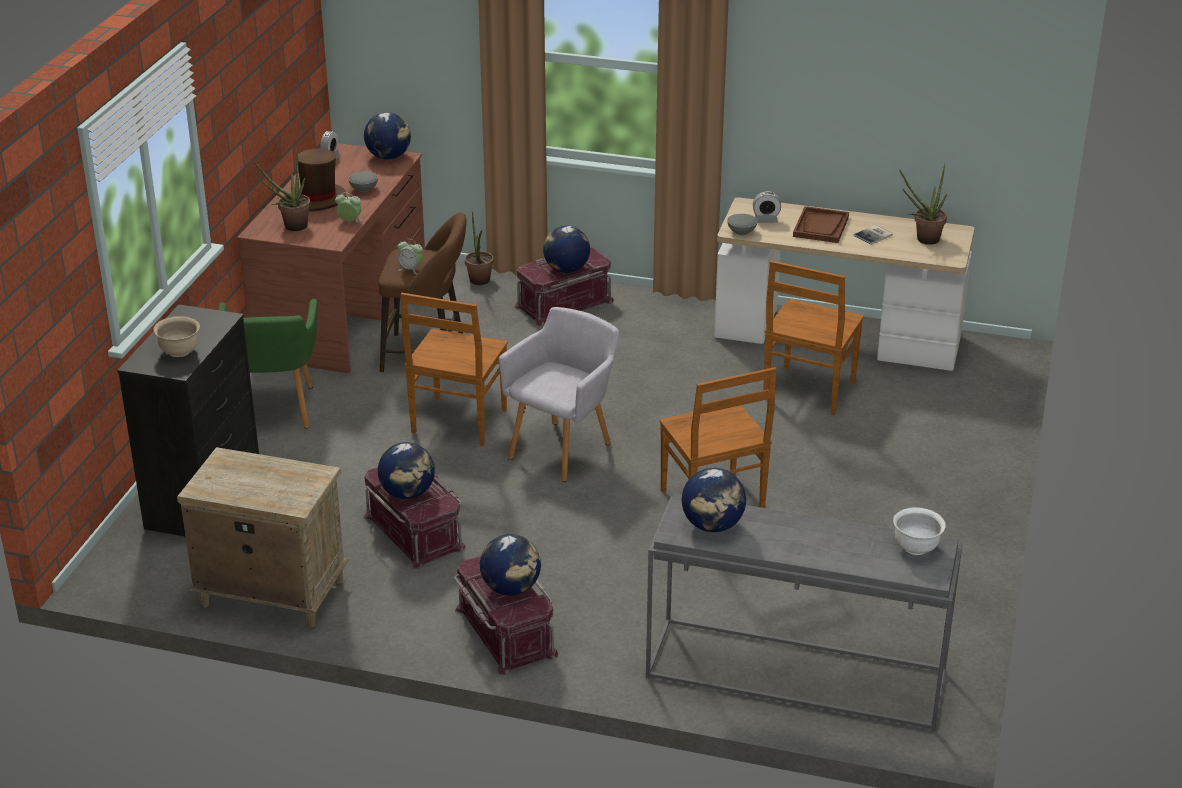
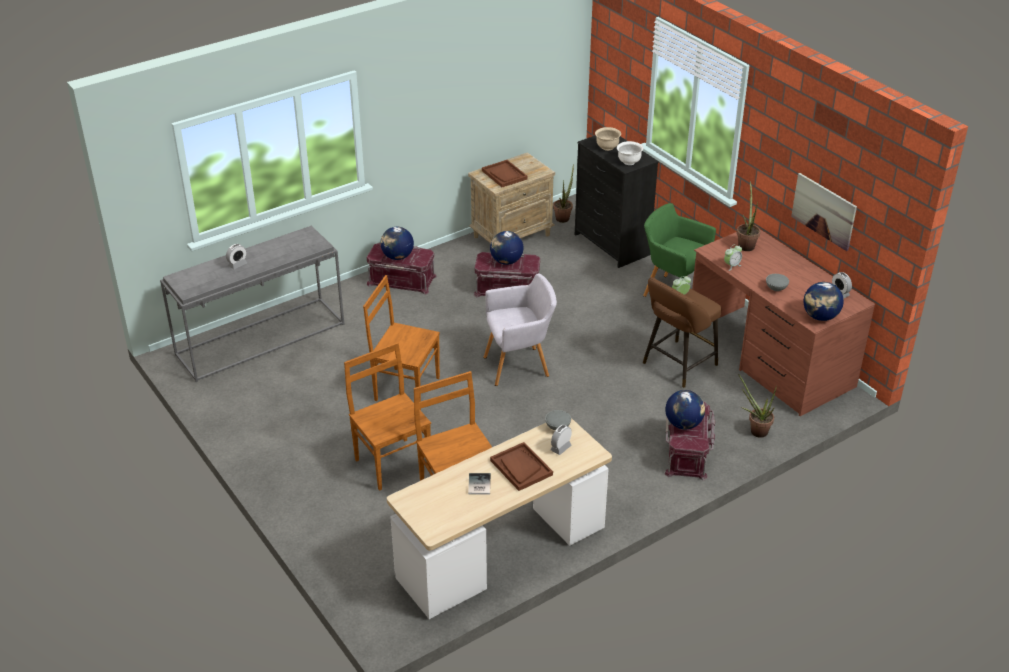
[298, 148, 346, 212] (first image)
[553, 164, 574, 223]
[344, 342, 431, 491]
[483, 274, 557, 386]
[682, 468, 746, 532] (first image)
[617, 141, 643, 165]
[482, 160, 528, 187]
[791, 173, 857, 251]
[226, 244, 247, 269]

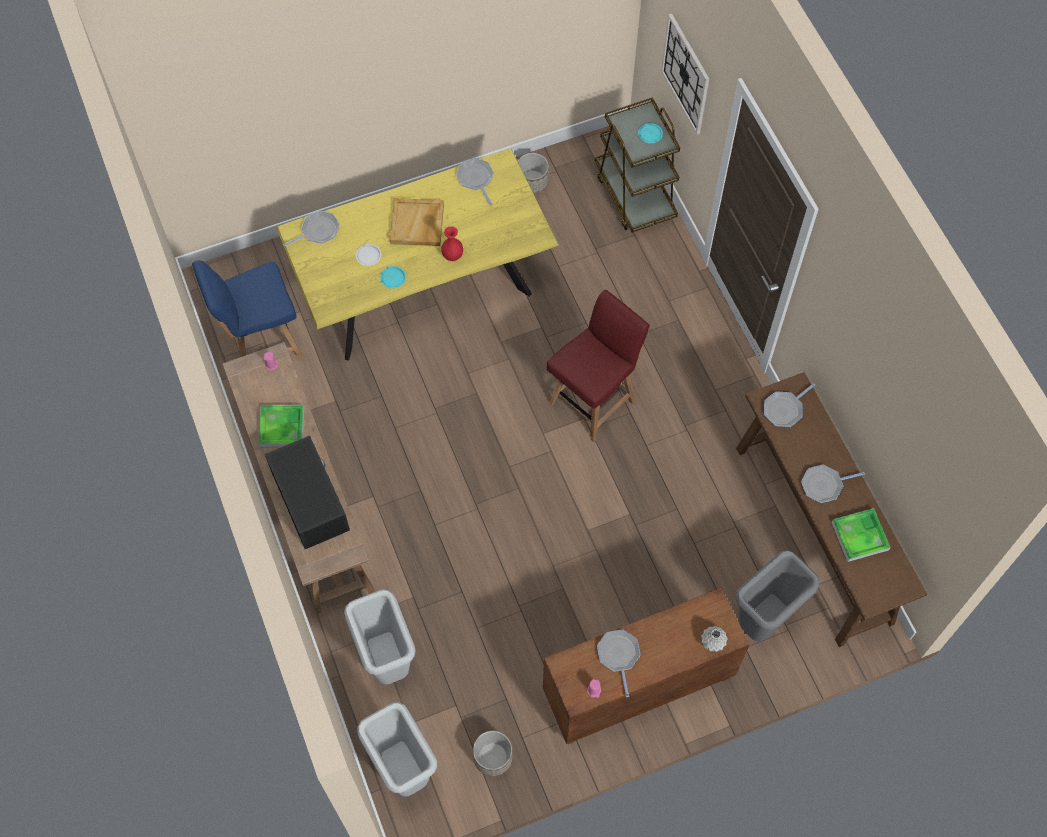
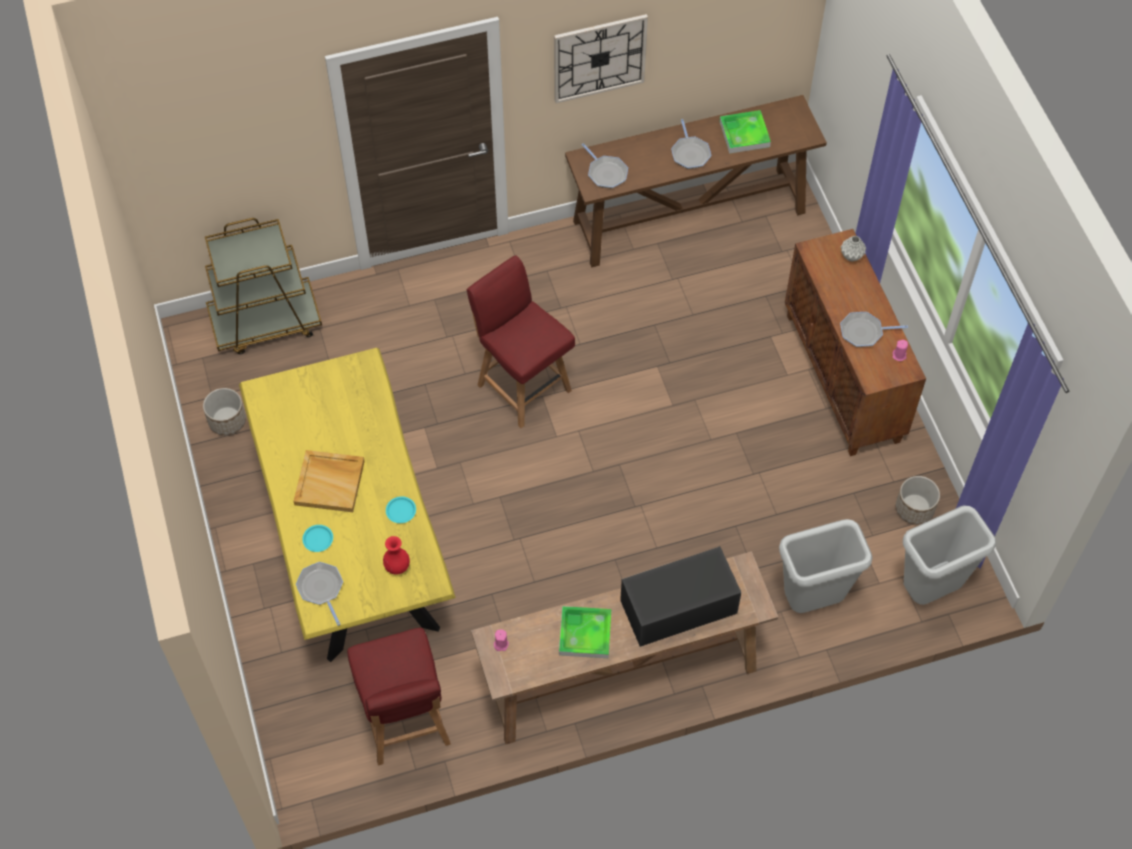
[554, 14, 648, 103]
[302, 525, 333, 552]
[456, 158, 494, 206] (first image)
[383, 536, 410, 575]
[356, 244, 381, 266] (first image)
[347, 628, 451, 765]
[736, 550, 820, 642] (first image)

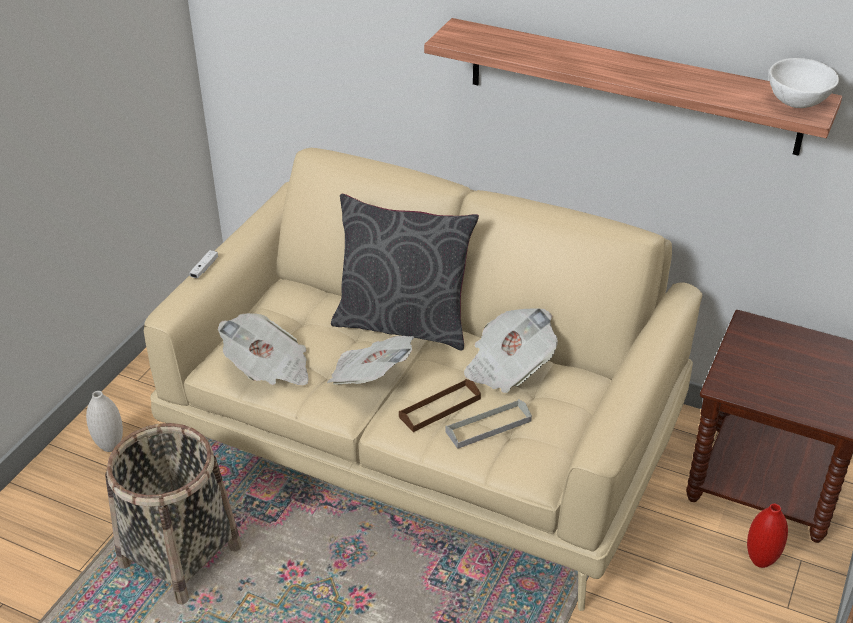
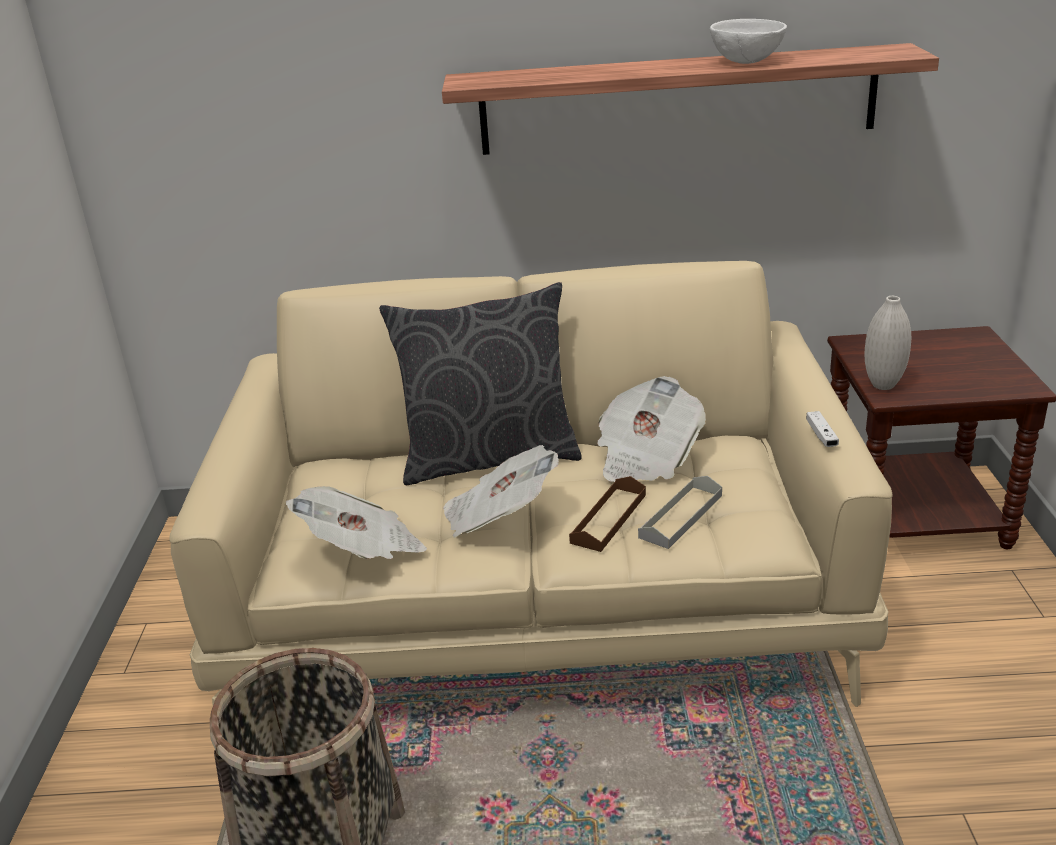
[710, 19, 787, 64]
[806, 411, 839, 447]
[865, 296, 911, 390]
[747, 504, 788, 568] (first image)

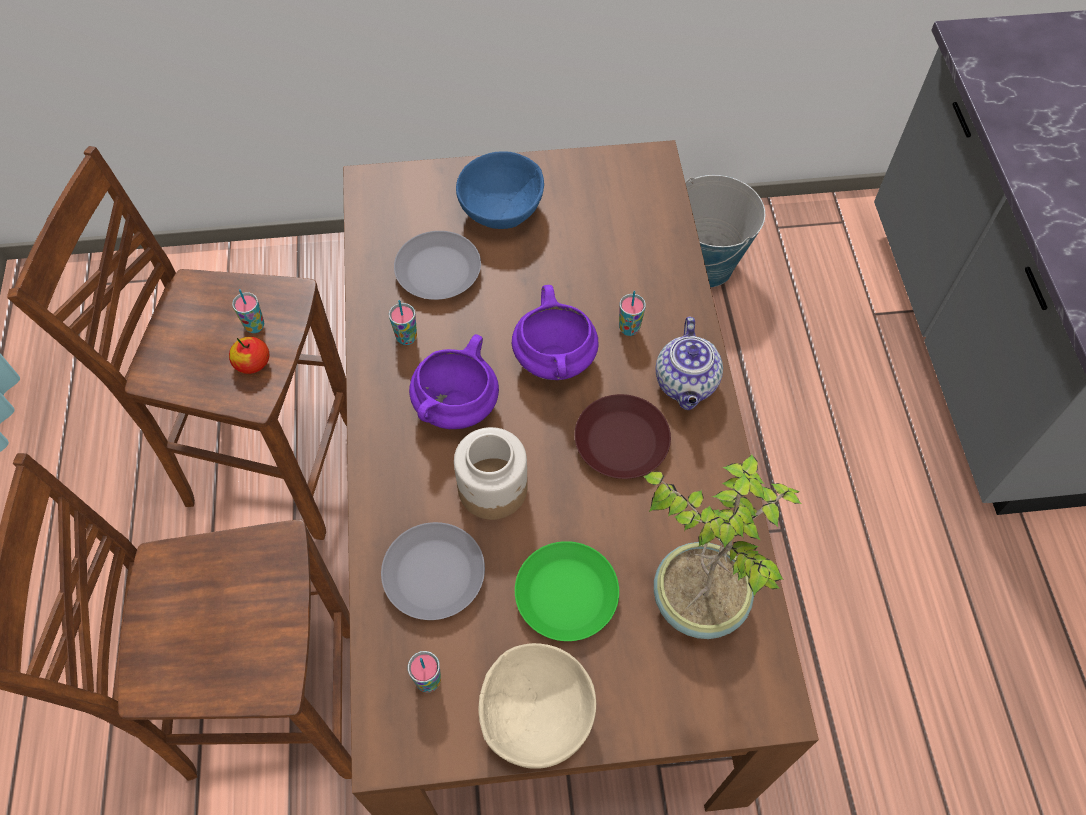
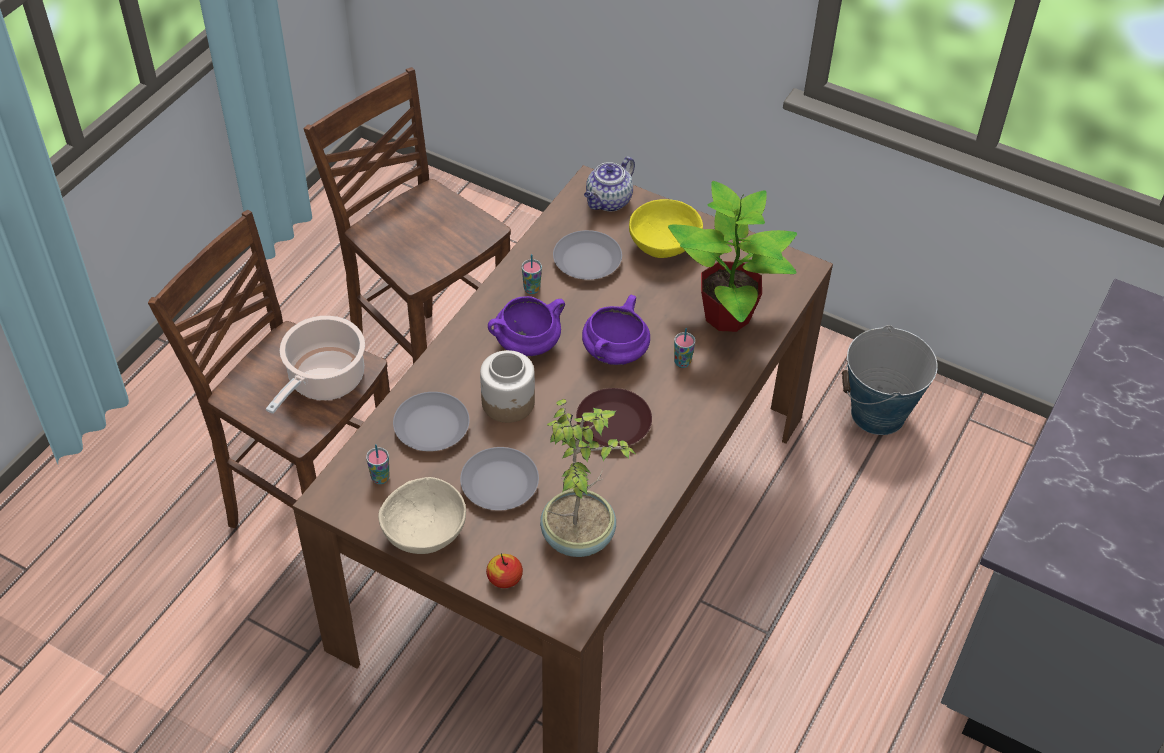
[629, 199, 703, 258]
[232, 289, 264, 333] (first image)
[584, 157, 635, 211]
[486, 553, 523, 588]
[460, 447, 539, 510]
[668, 181, 797, 332]
[266, 316, 365, 414]

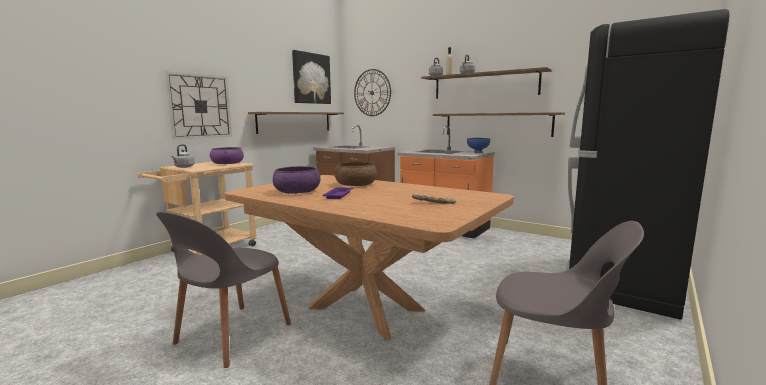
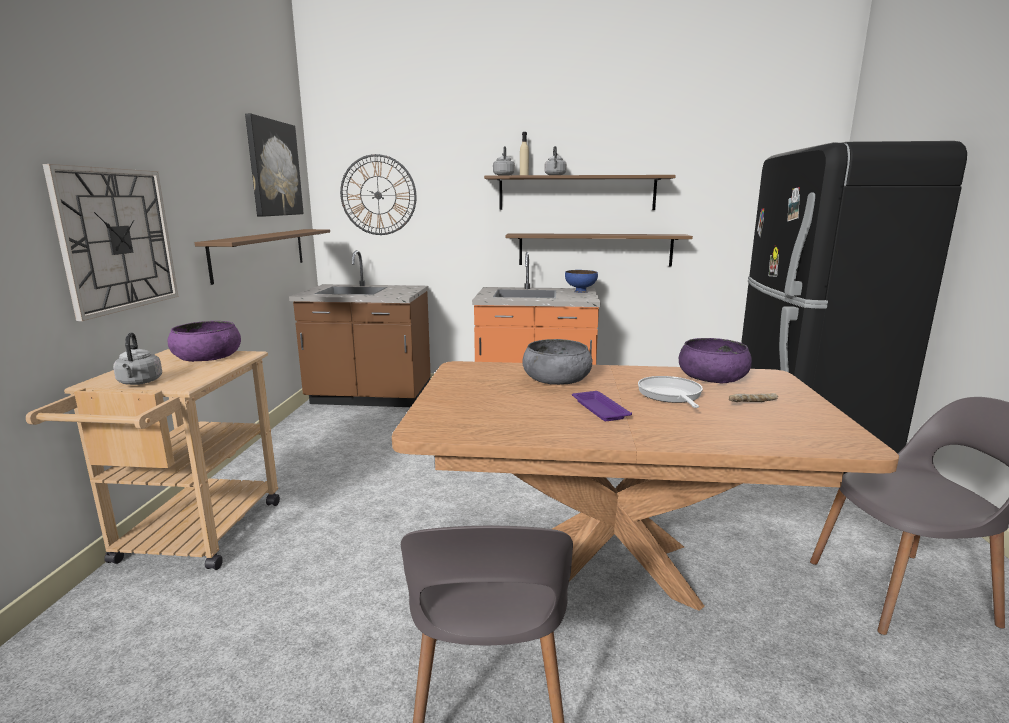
[522, 339, 592, 385]
[679, 338, 752, 384]
[638, 376, 703, 408]

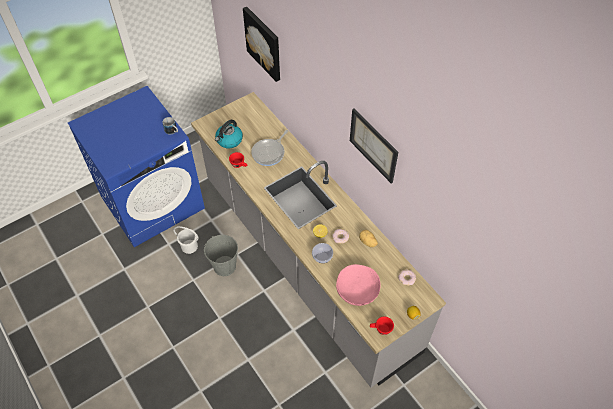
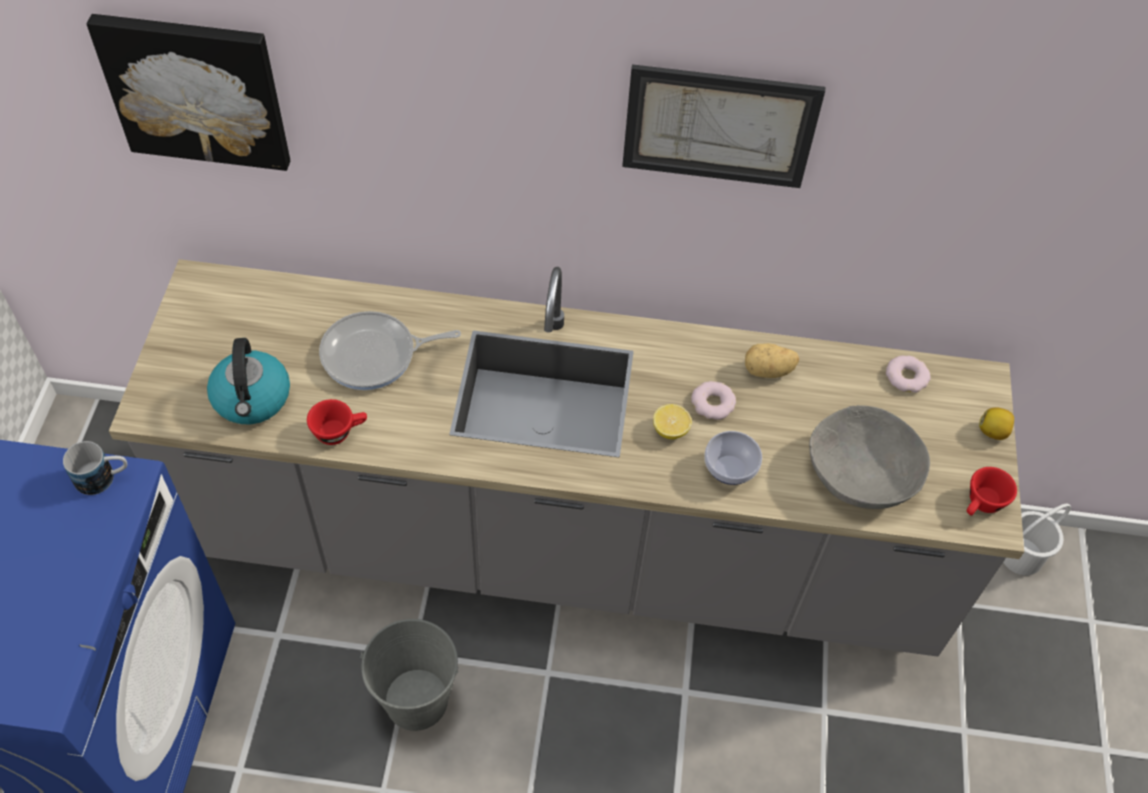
[319, 311, 461, 390]
[1003, 504, 1071, 575]
[809, 405, 930, 509]

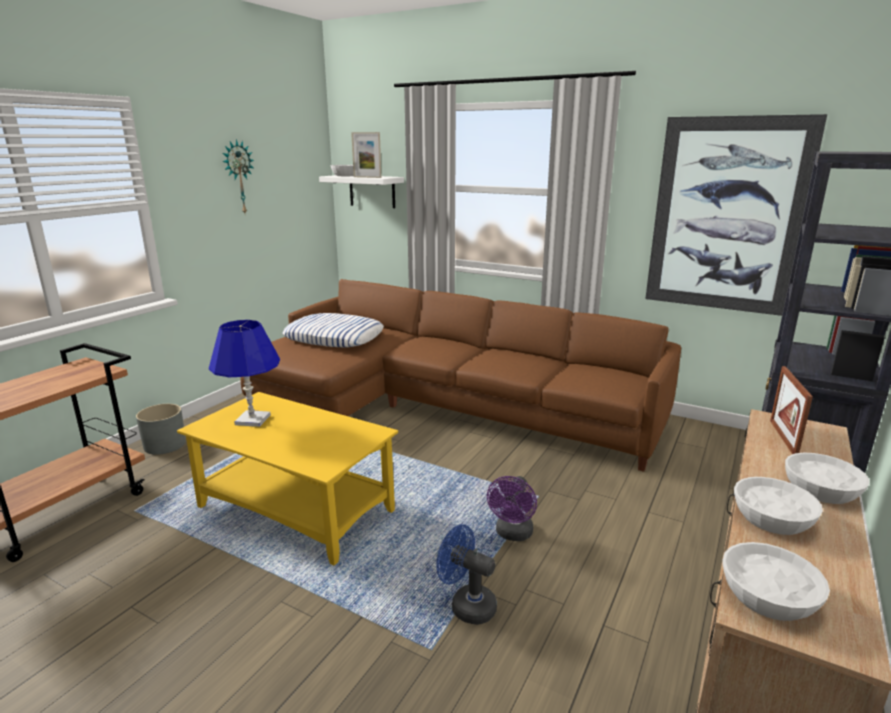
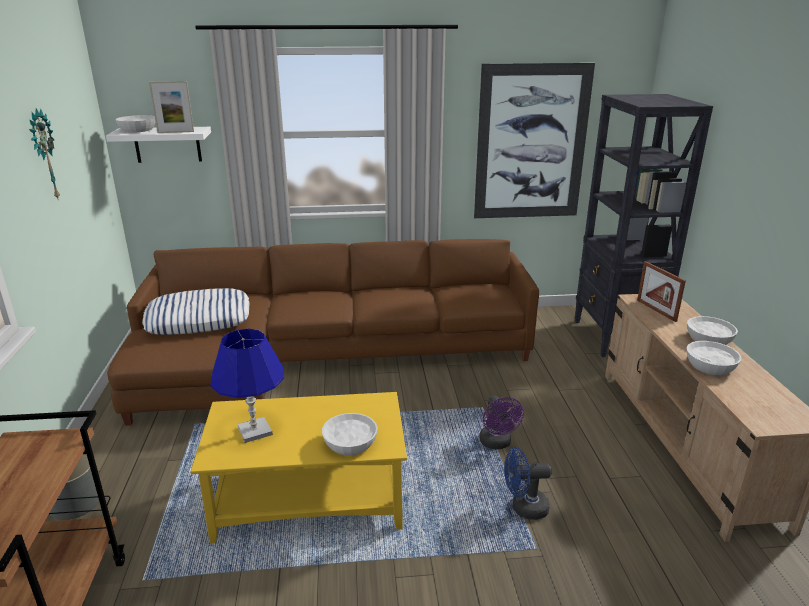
[322, 413, 378, 456]

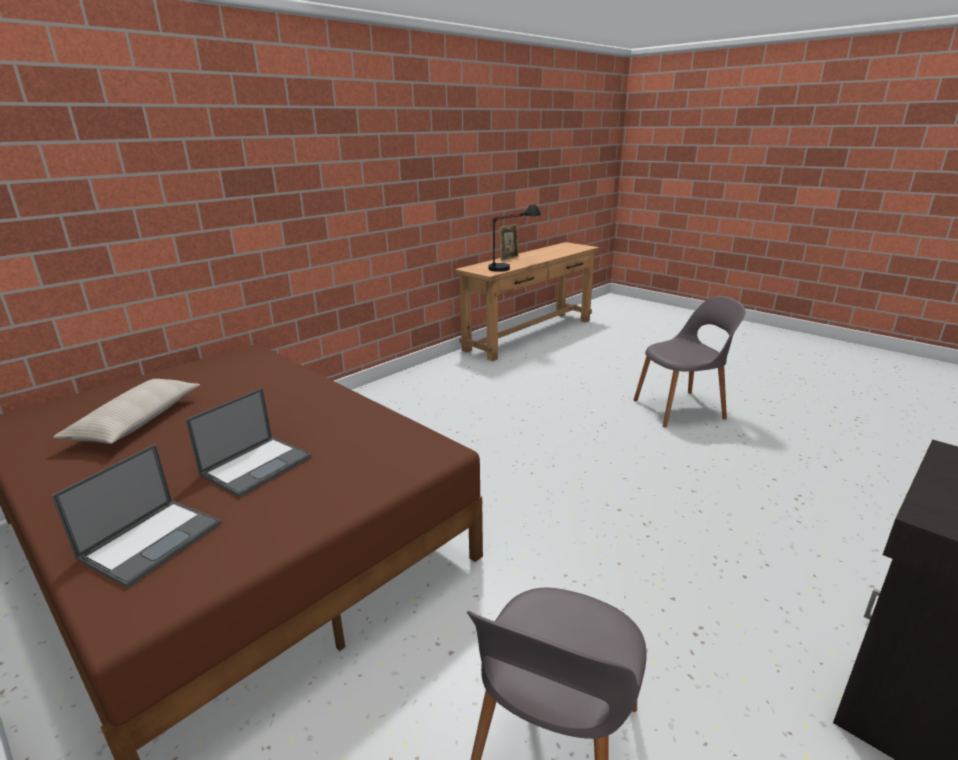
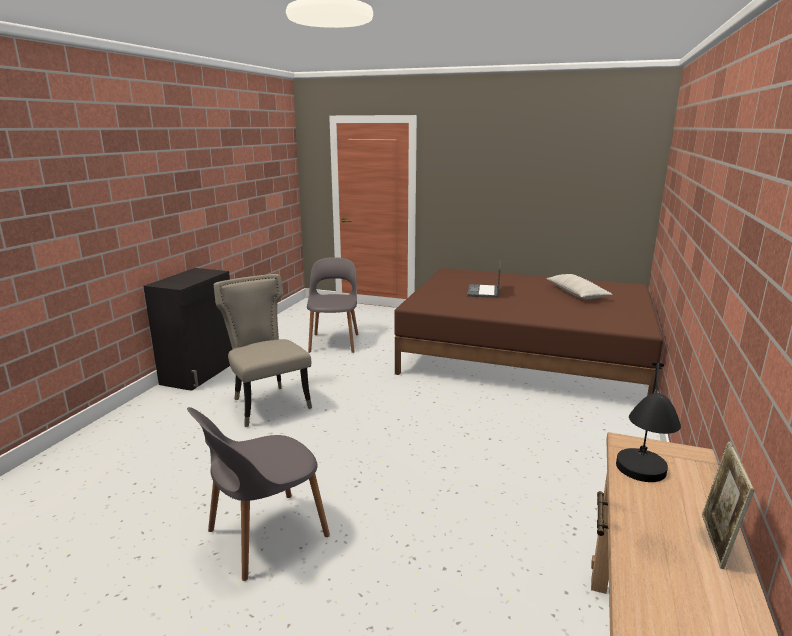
[52, 444, 221, 588] (first image)
[214, 274, 312, 427]

